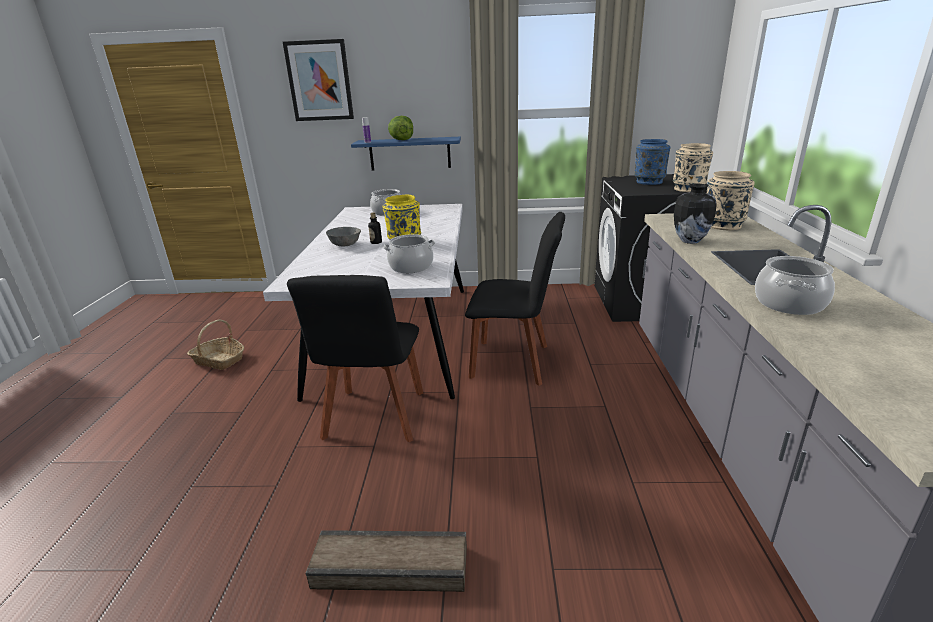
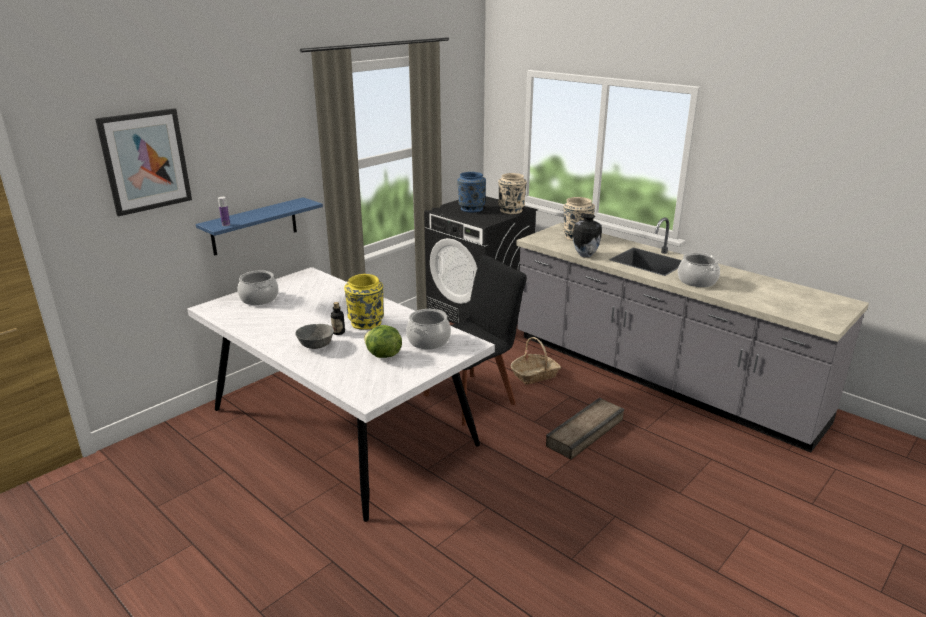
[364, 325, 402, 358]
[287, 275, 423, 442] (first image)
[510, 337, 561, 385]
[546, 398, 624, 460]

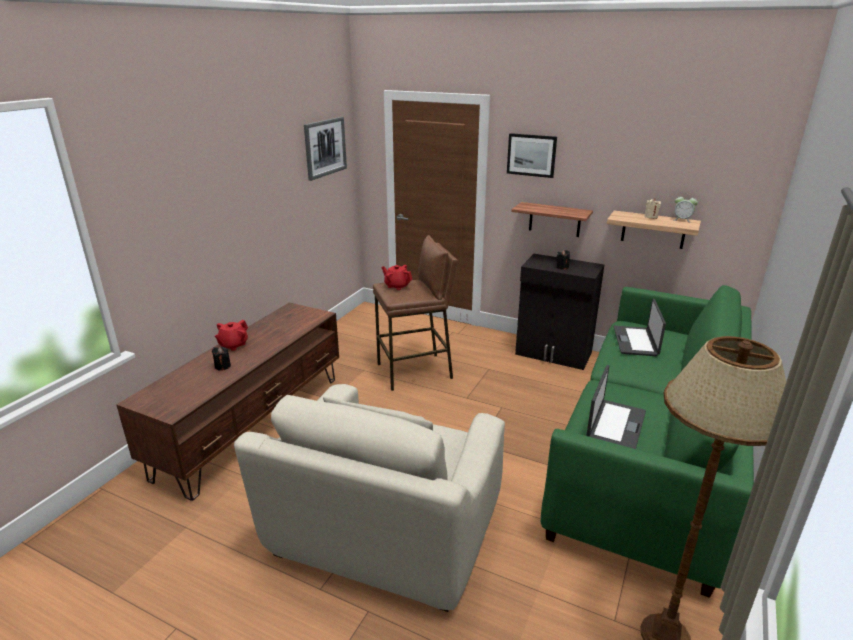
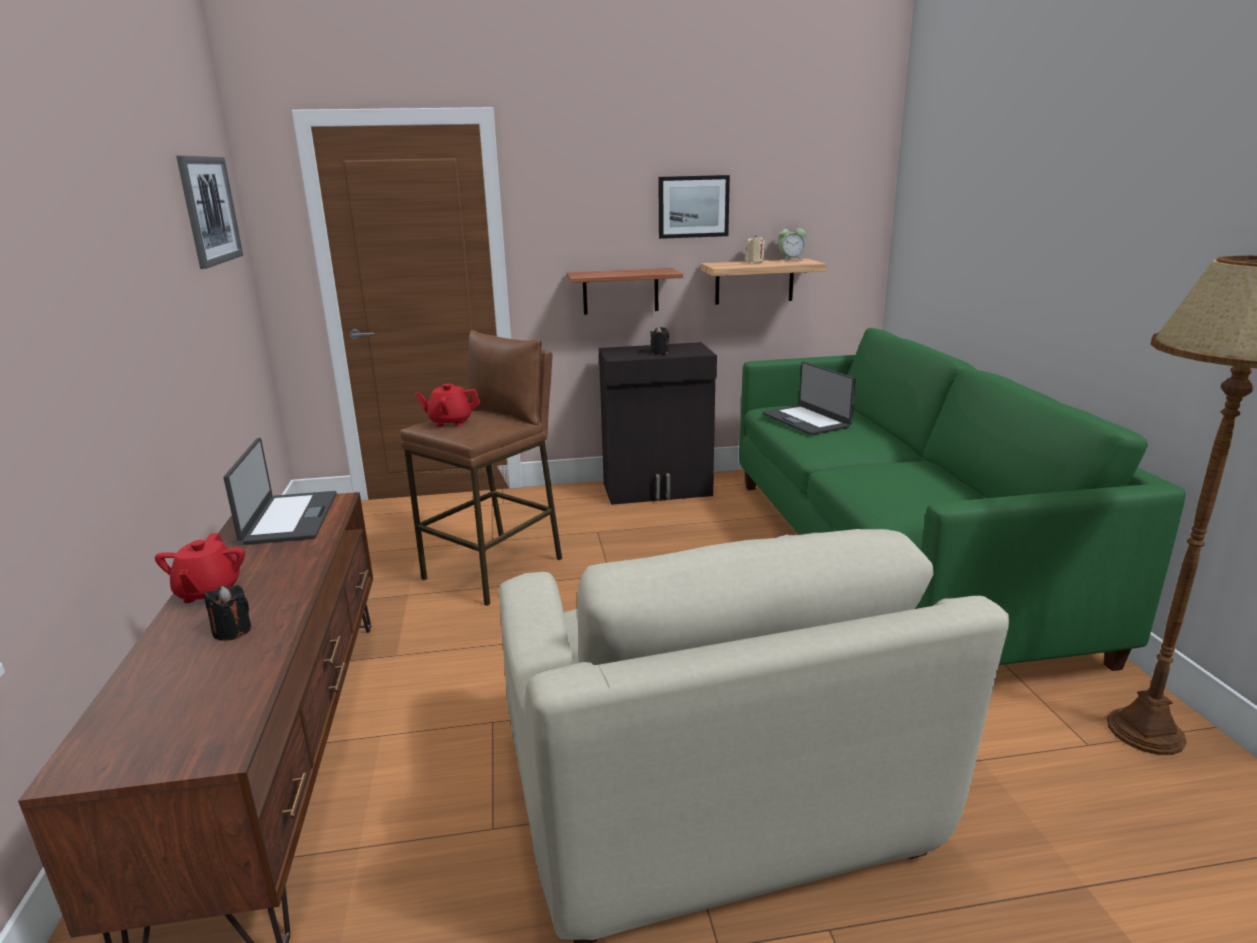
[658, 175, 730, 239]
[223, 438, 337, 545]

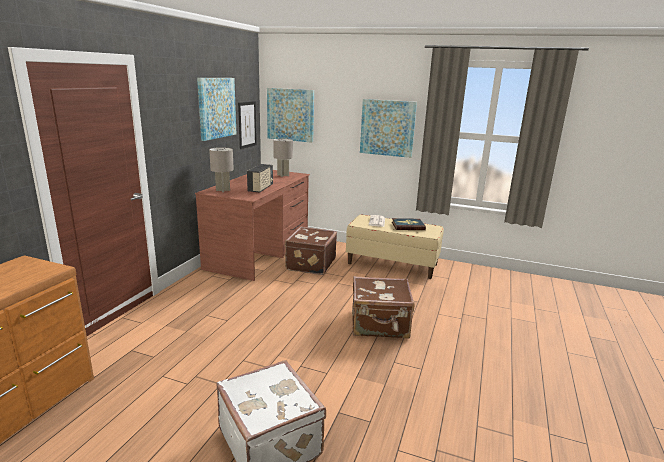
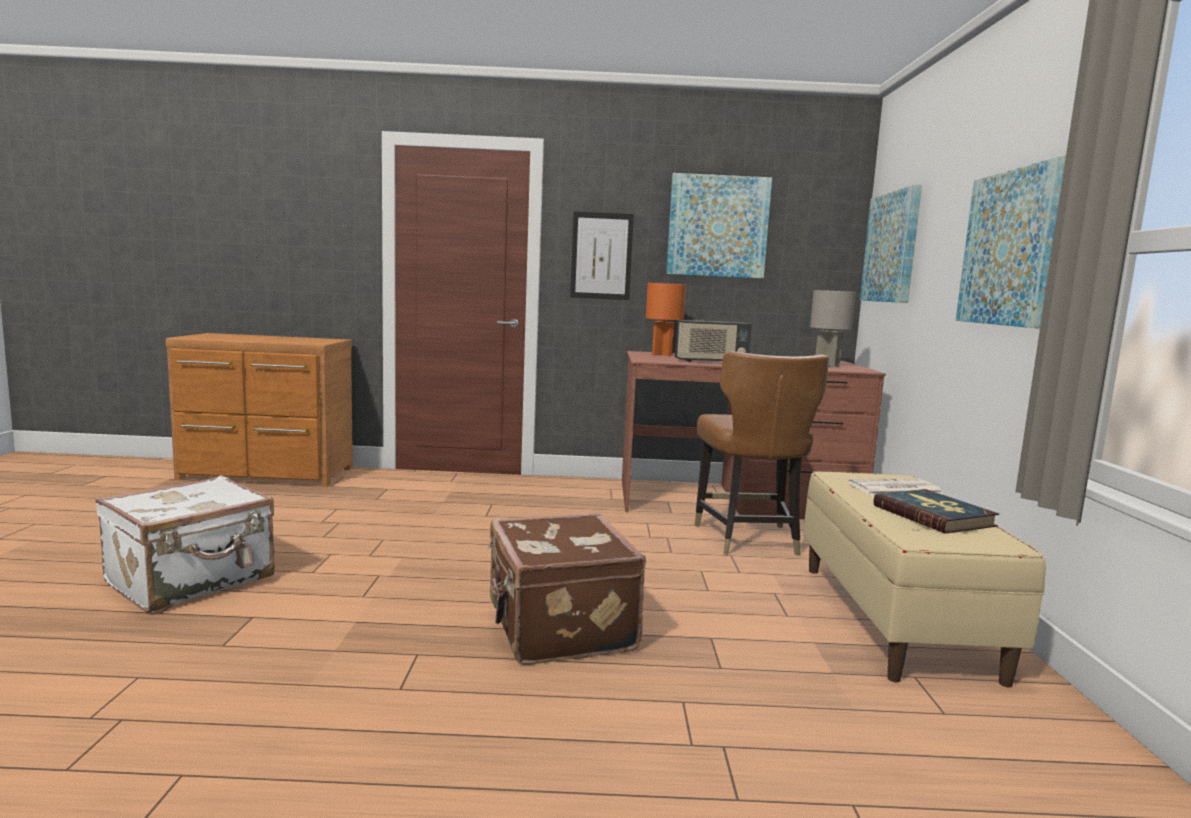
[570, 211, 634, 300]
[646, 283, 686, 356]
[695, 351, 829, 556]

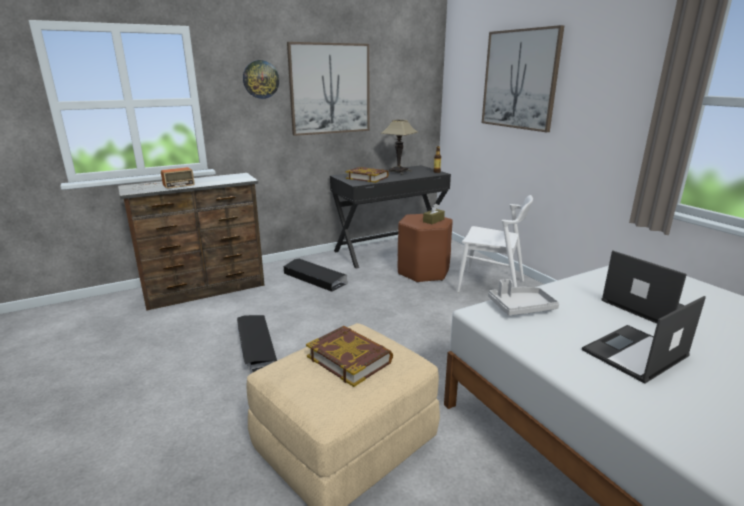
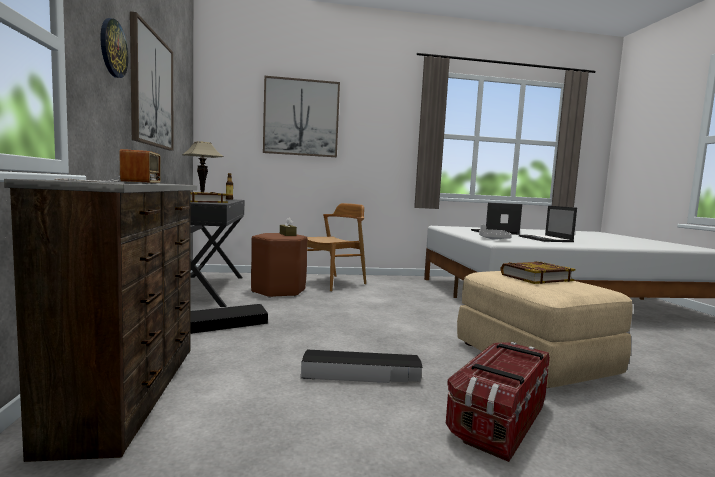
[307, 203, 366, 291]
[446, 342, 550, 462]

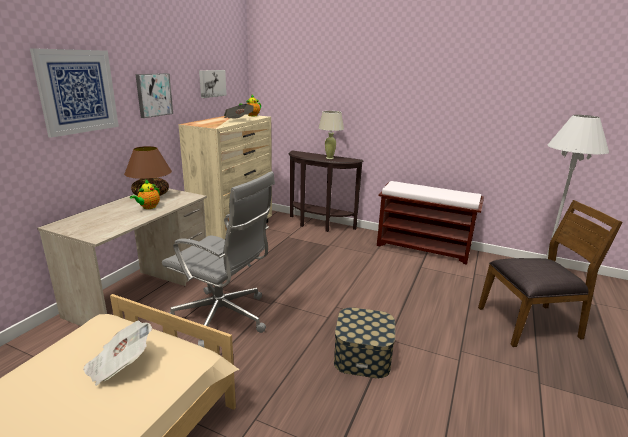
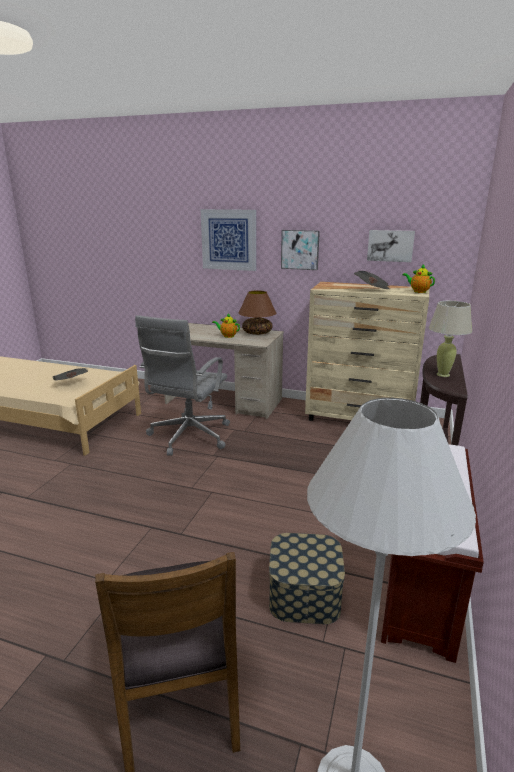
[269, 533, 345, 624]

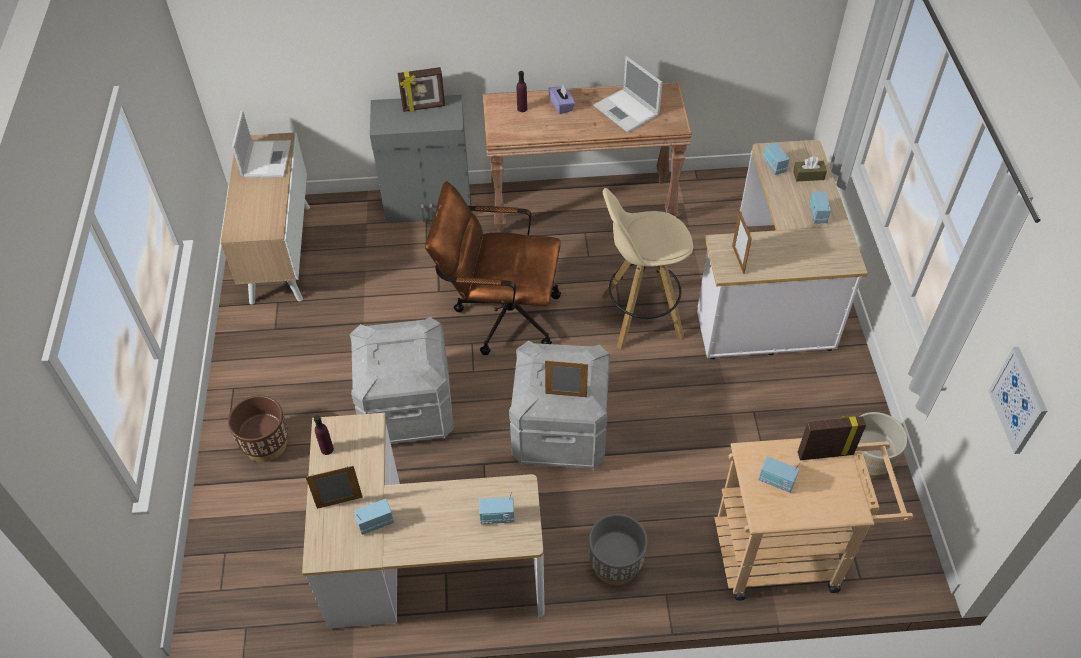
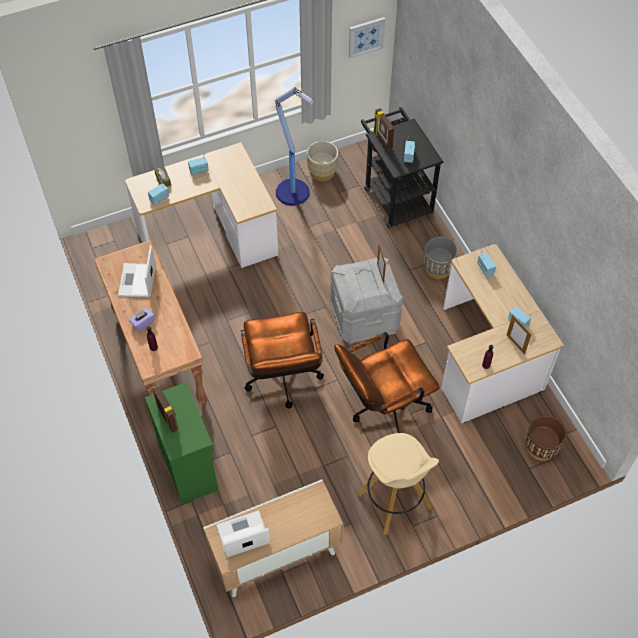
[118, 246, 156, 298]
[145, 382, 219, 505]
[357, 433, 439, 535]
[732, 210, 752, 274] (first image)
[334, 332, 440, 433]
[526, 415, 567, 461]
[361, 107, 443, 228]
[275, 87, 314, 205]

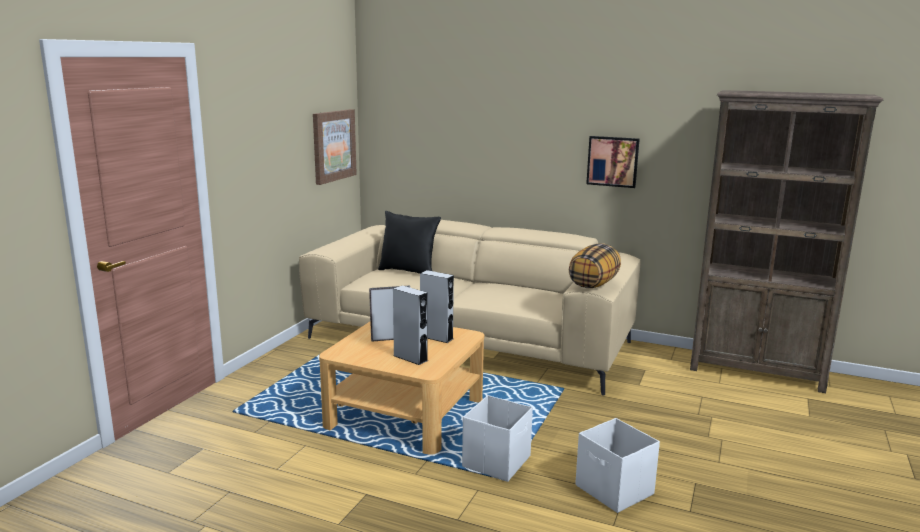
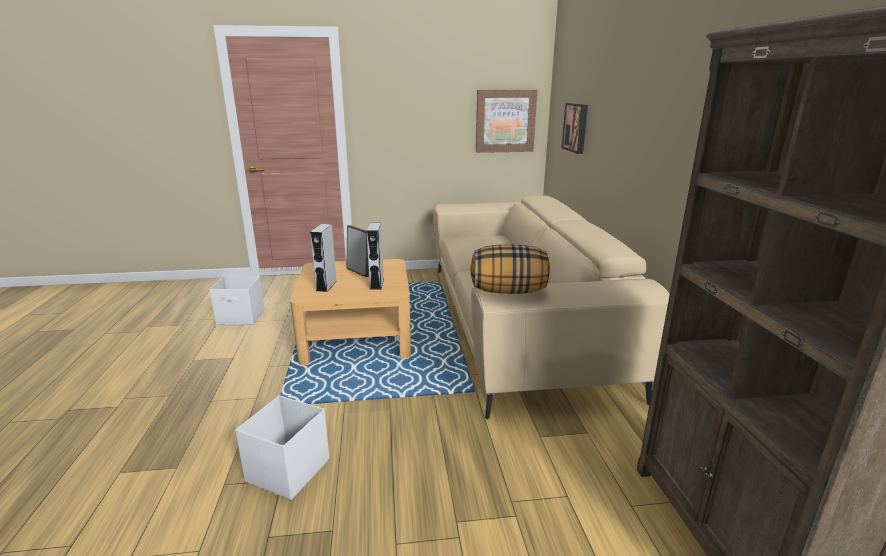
[562, 103, 588, 154]
[378, 211, 441, 274] (first image)
[209, 276, 265, 325]

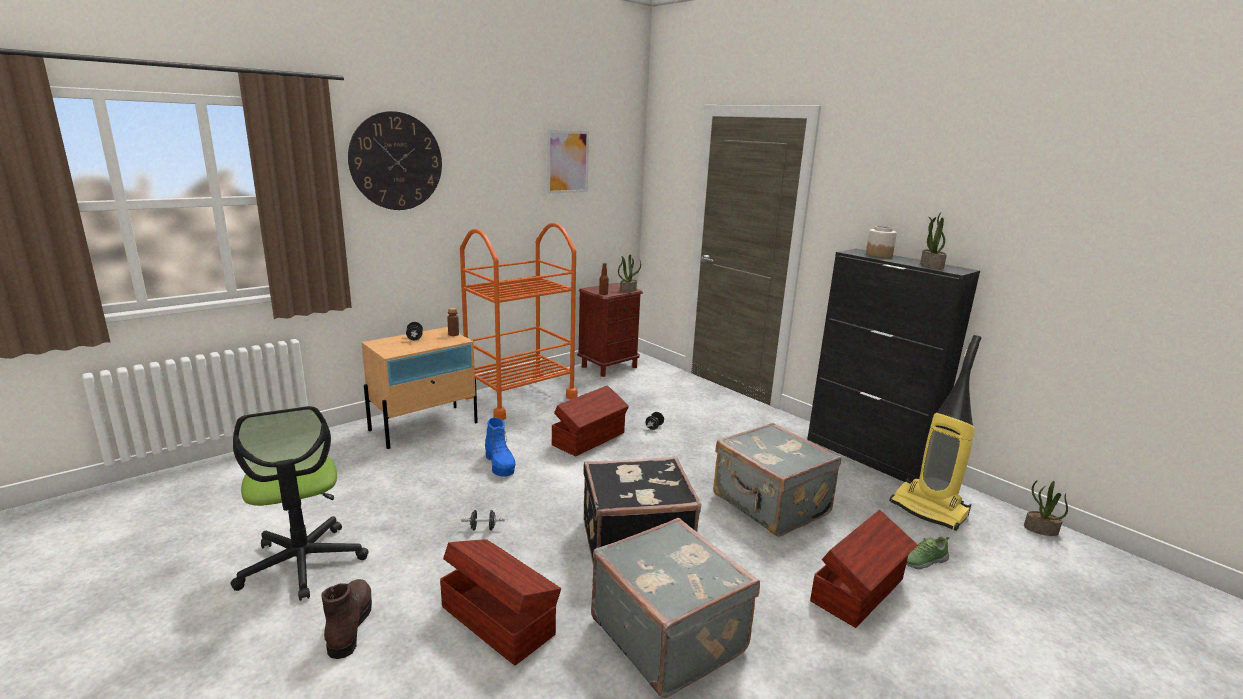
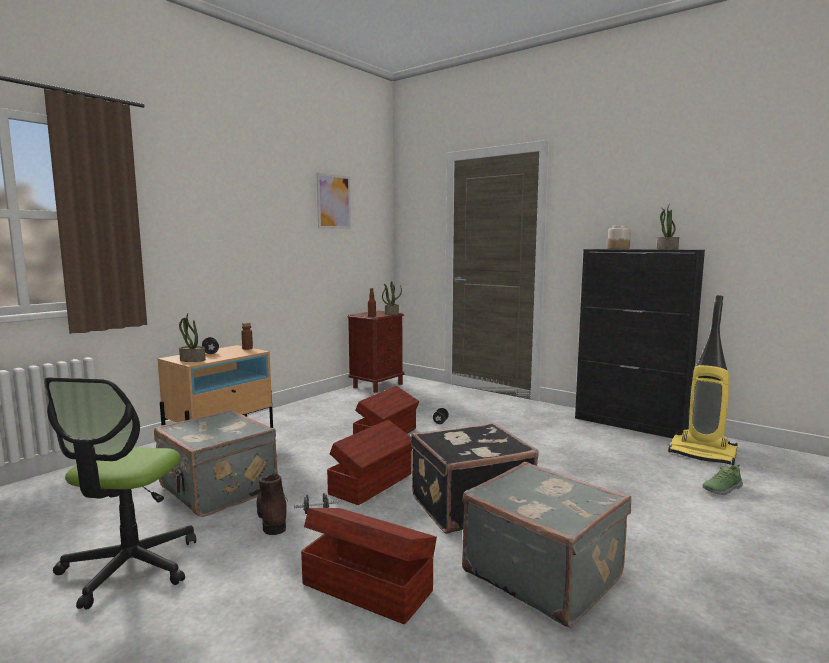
[348, 111, 442, 210] (first image)
[460, 223, 578, 420] (first image)
[44, 377, 196, 609]
[485, 417, 515, 477] (first image)
[154, 410, 278, 517]
[179, 313, 206, 362]
[327, 420, 412, 505]
[256, 474, 288, 535]

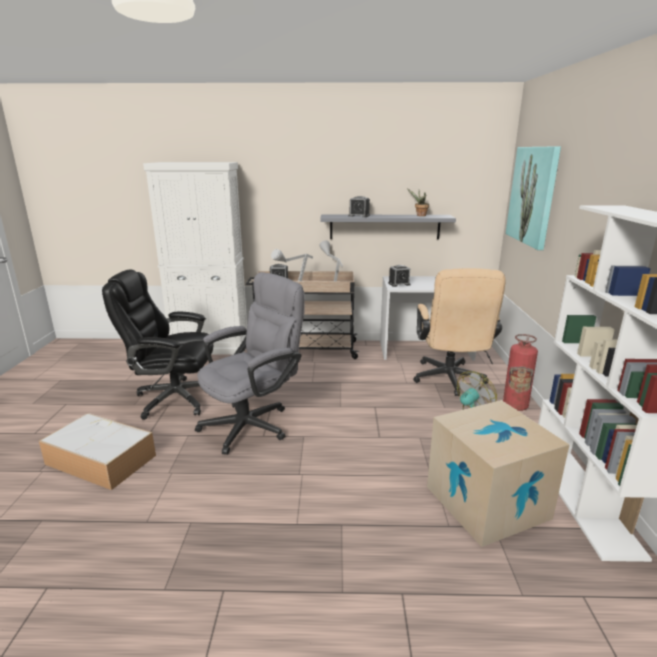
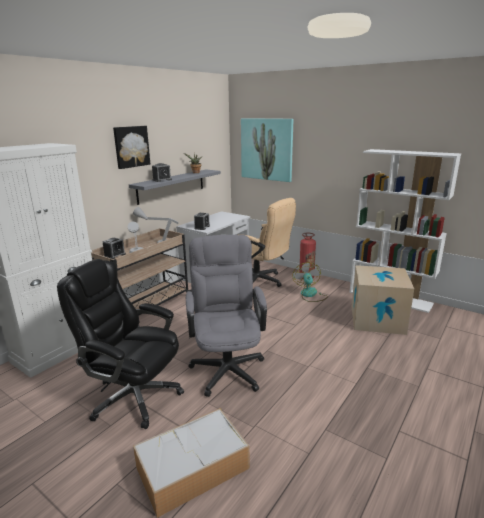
[57, 259, 184, 429]
[113, 126, 150, 169]

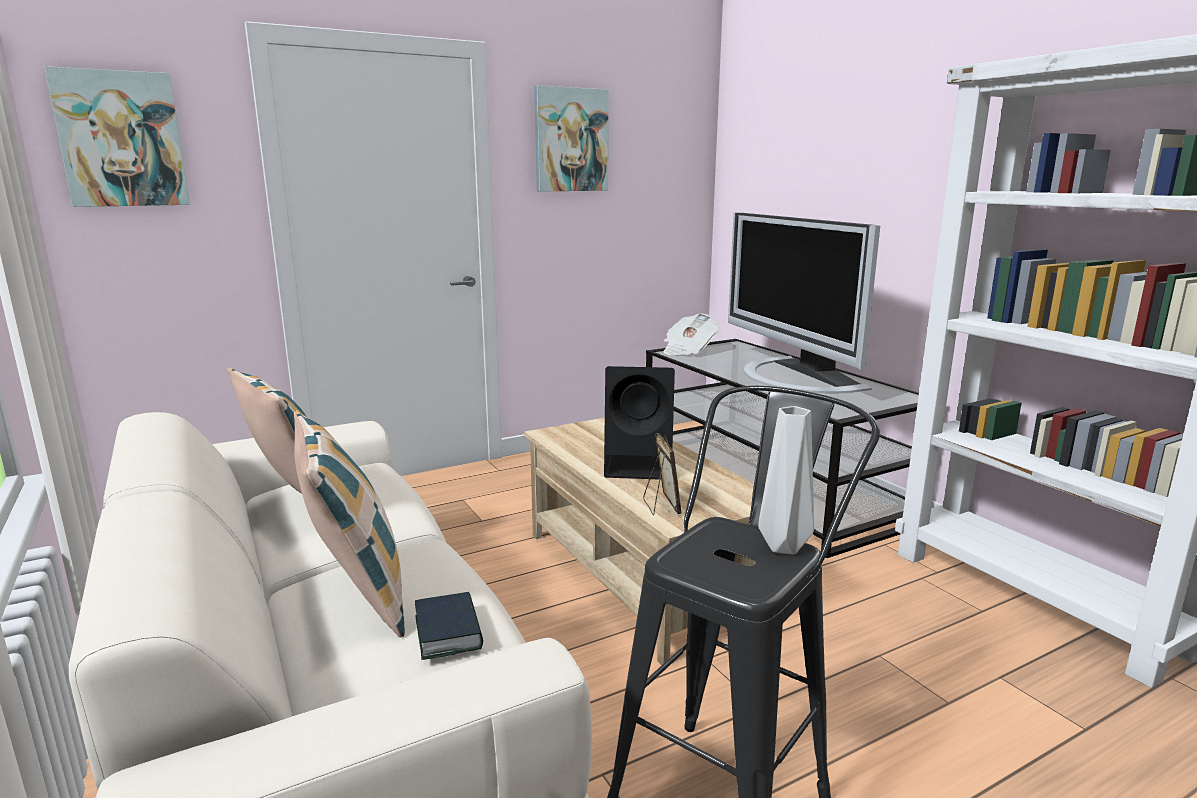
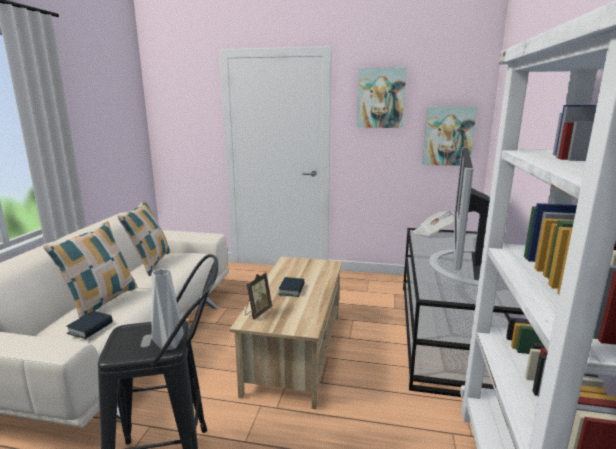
[423, 106, 477, 166]
[278, 277, 305, 297]

